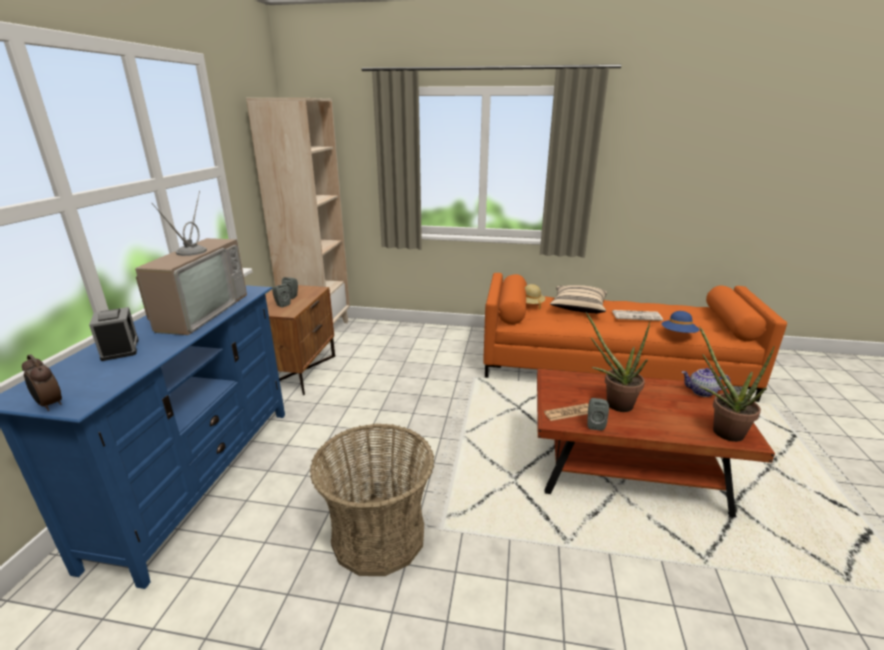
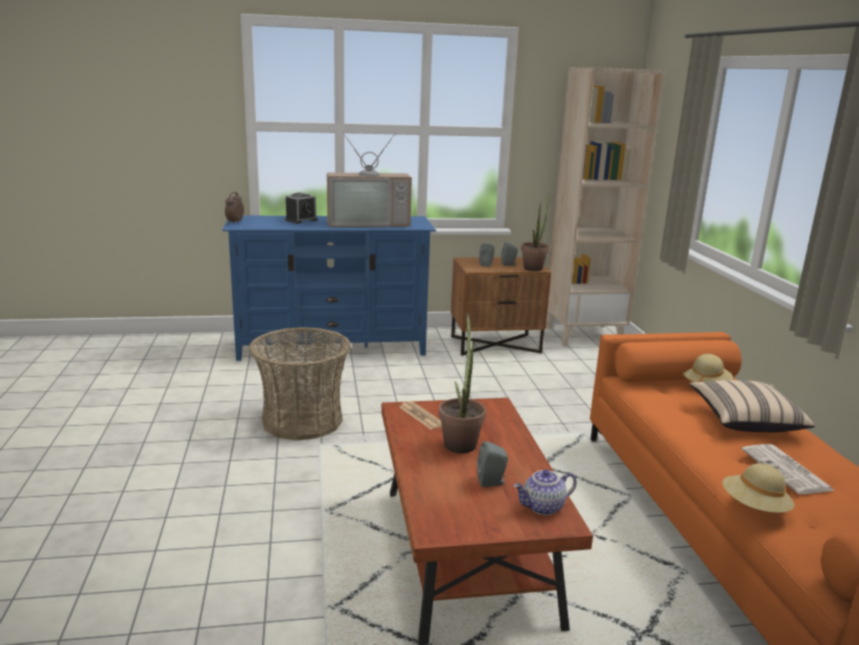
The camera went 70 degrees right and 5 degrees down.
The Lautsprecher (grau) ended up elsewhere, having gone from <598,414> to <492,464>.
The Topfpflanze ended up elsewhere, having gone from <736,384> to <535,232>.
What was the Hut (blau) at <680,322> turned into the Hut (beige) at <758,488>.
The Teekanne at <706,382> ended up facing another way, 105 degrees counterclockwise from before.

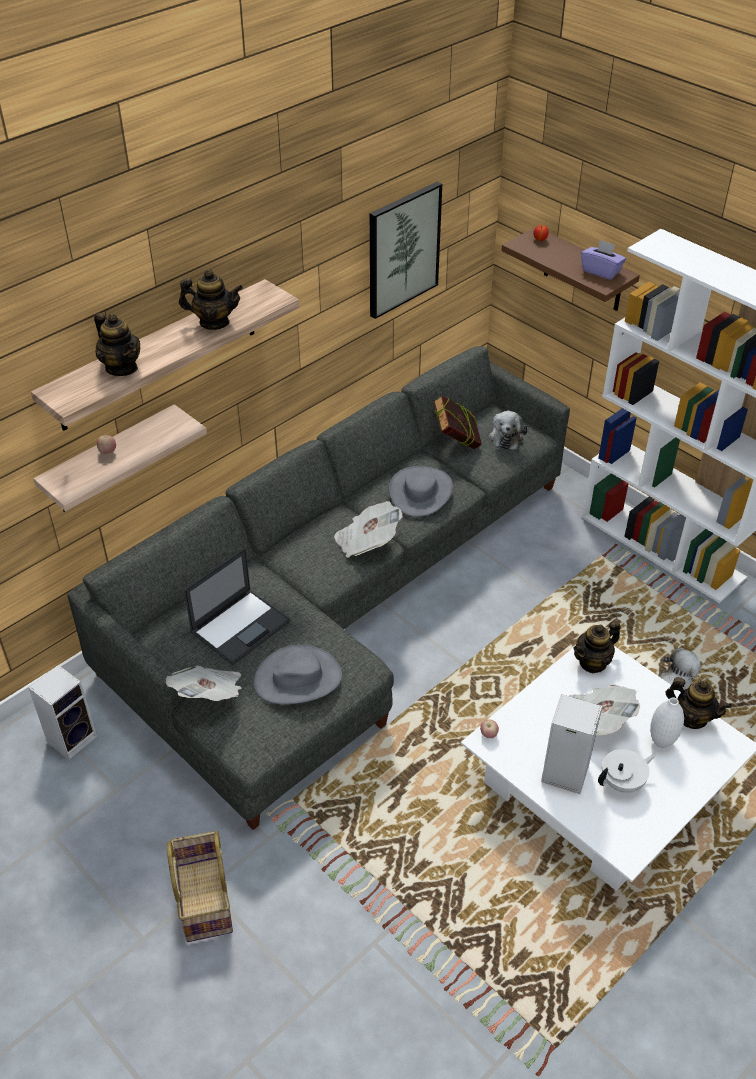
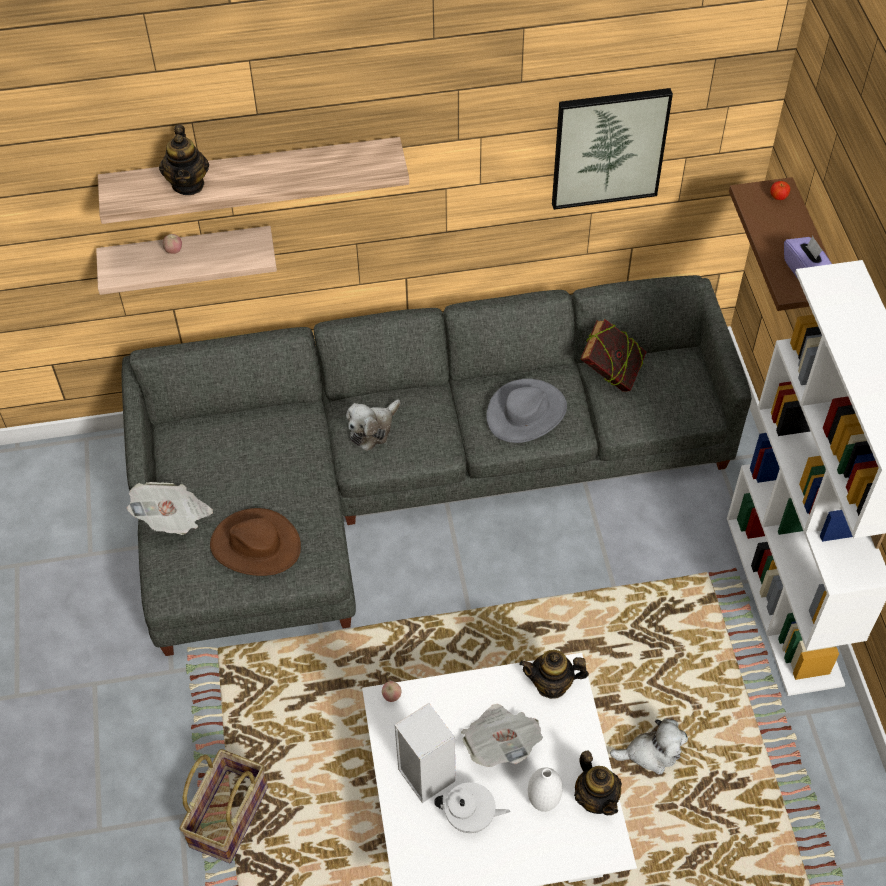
The camera went 35 degrees right and 10 degrees up.
The second view lost the Lautsprecher at <62,712>.
The second view lost the Teekanne at <211,299>.
The second view lost the Laptop at <237,607>.
The second view lost the Zeitung at <368,529>.
The Korb ended up elsewhere, having gone from <200,886> to <223,806>.
The Plüschtier ended up elsewhere, having gone from <507,430> to <373,425>.
What was the Hut (grau) at <298,674> turned into the Hut (braun) at <255,542>.

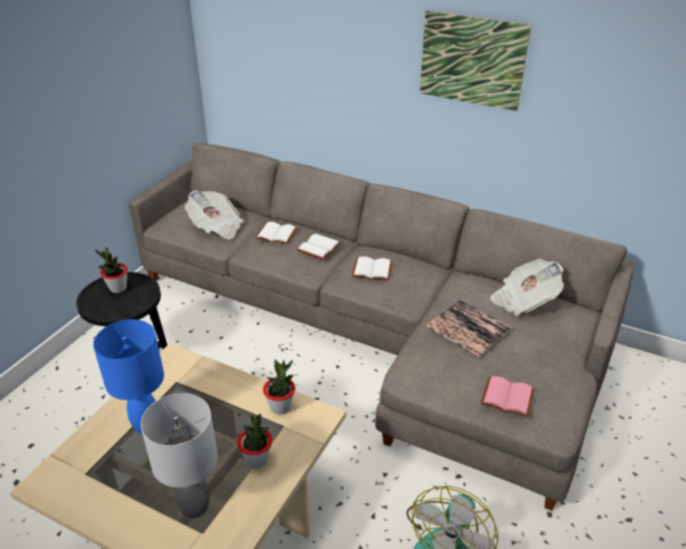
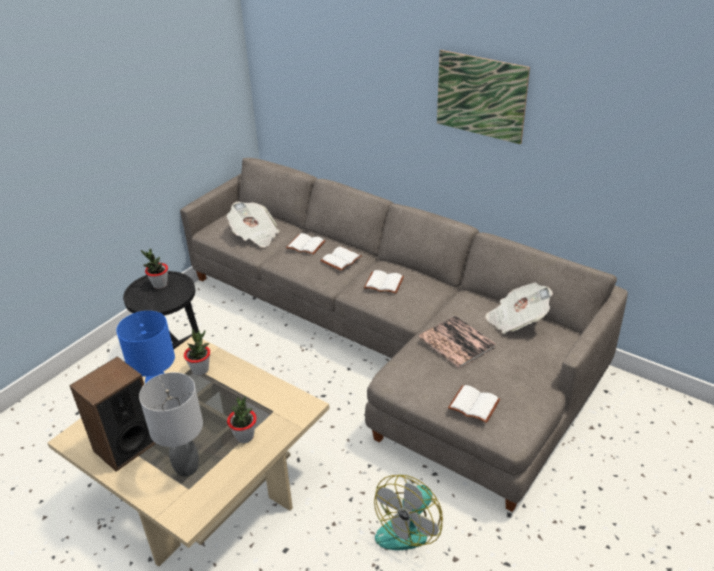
The camera went 10 degrees right and 0 degrees up.
The second view gained the Lautsprecher at <112,414>.
The Topfpflanze ended up elsewhere, having gone from <279,387> to <197,352>.
What was the Buch (rosa) at <507,396> turned into the Buch (weiß) at <474,404>.

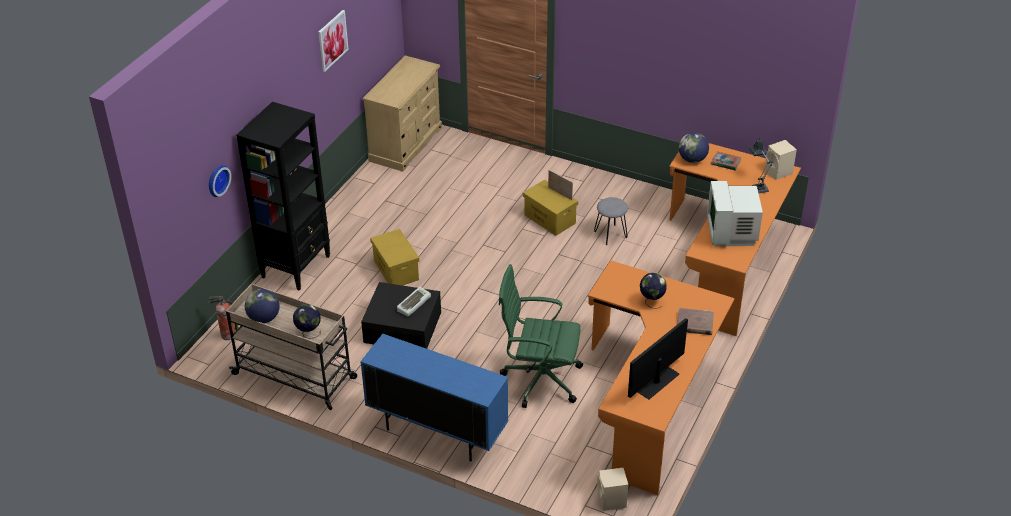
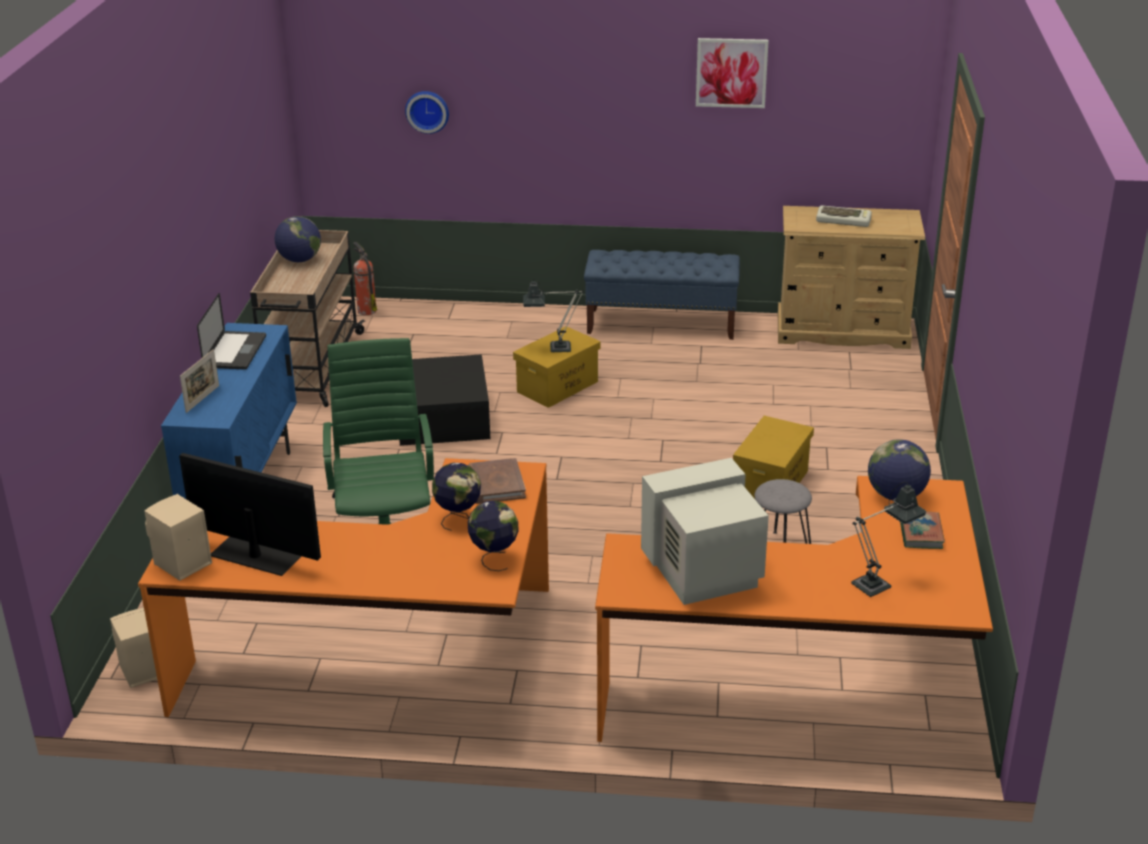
The camera went 70 degrees right and 10 degrees down.
The second view lost the Bücherregal (schwarz) at <283,196>.
The second view gained the Laptop at <231,331>.
The second view gained the Tischlampe at <553,316>.
The second view gained the Bank (blau) at <662,295>.
The Globus ended up elsewhere, having gone from <307,321> to <493,536>.
The Tastatur ended up elsewhere, having gone from <414,302> to <844,216>.
The Bilderrahmen ended up elsewhere, having gone from <560,185> to <199,381>.
The Buch (braun) ended up elsewhere, having gone from <695,321> to <497,481>.
The Lautsprecher (beige) ended up elsewhere, having gone from <781,160> to <178,537>.

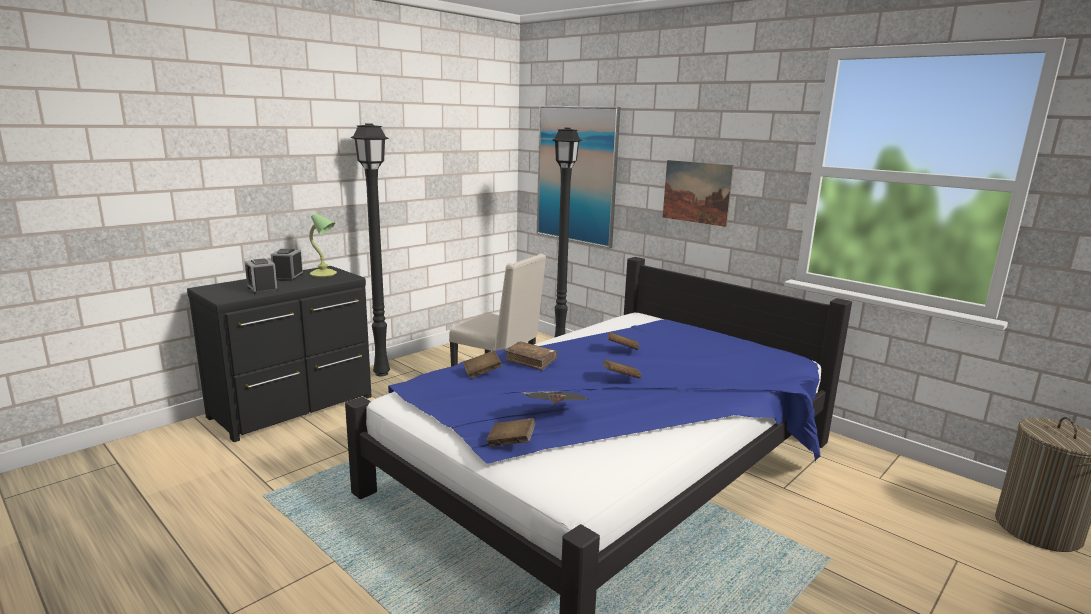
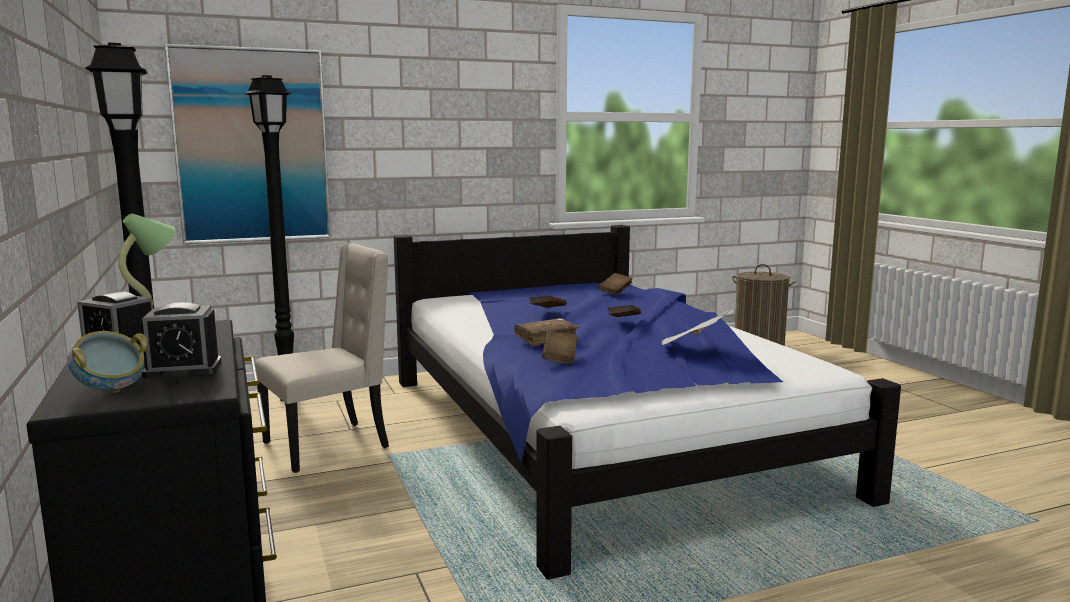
The camera went 65 degrees left and 5 degrees down.
The second view lost the Bild at <698,193>.
The second view gained the Schüssel at <107,362>.
The Buch (braun) ended up elsewhere, having gone from <511,432> to <615,284>.

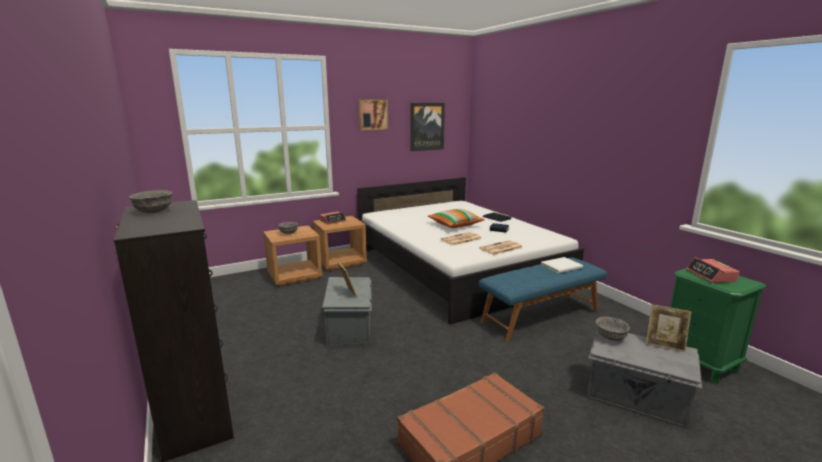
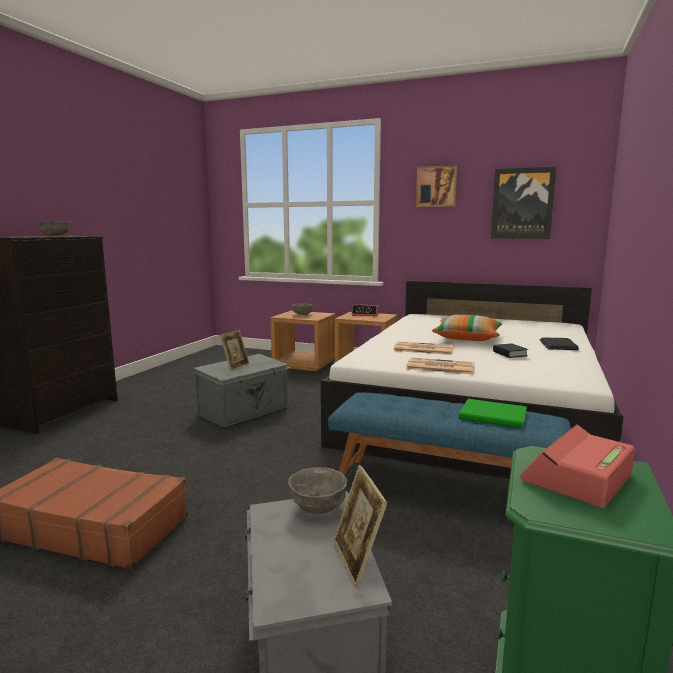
The camera went 50 degrees right and 5 degrees down.
What was the Buch (weiß) at <562,265> turned into the Buch (grün) at <493,413>.

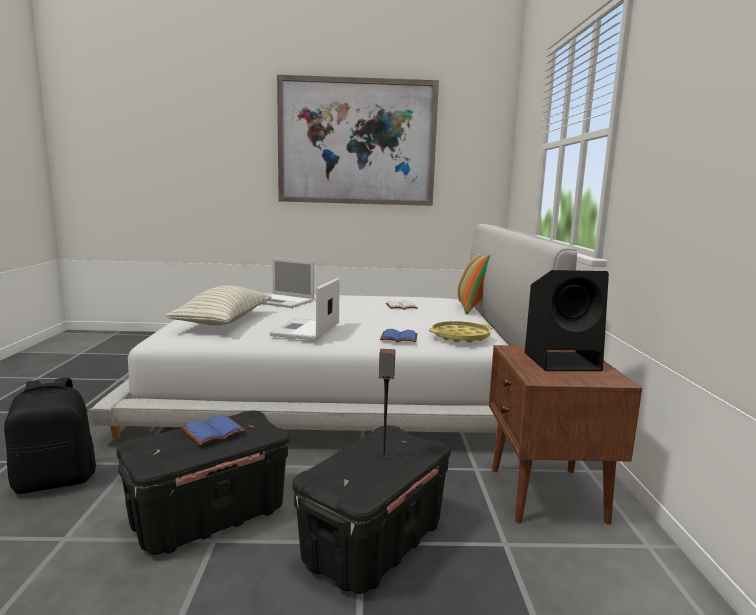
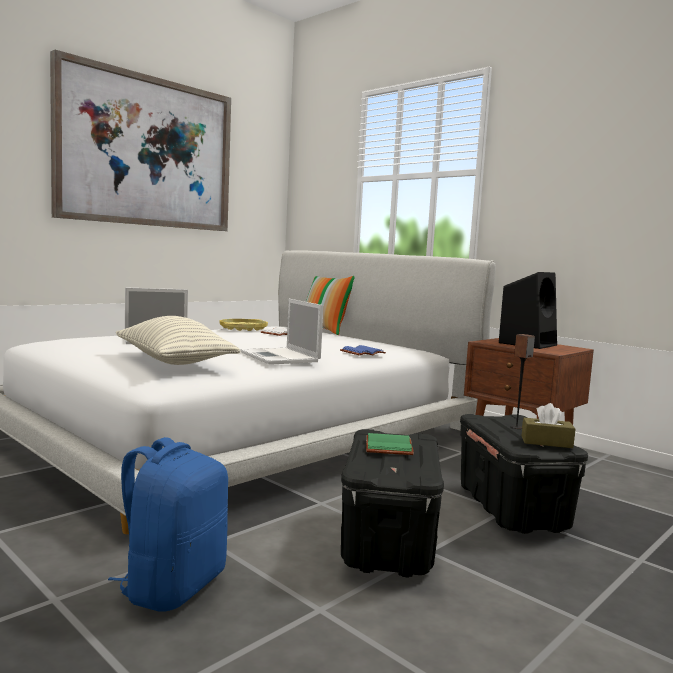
The camera went 45 degrees left and 5 degrees down.
The second view gained the Taschentuchbox (braun) at <548,425>.
The Tablett (gelb) ended up elsewhere, having gone from <460,332> to <243,325>.
What was the Rucksack (schwarz) at <50,436> turned into the Rucksack (blau) at <168,524>.
What was the Buch (blau) at <214,430> turned into the Buch (grün) at <390,444>.

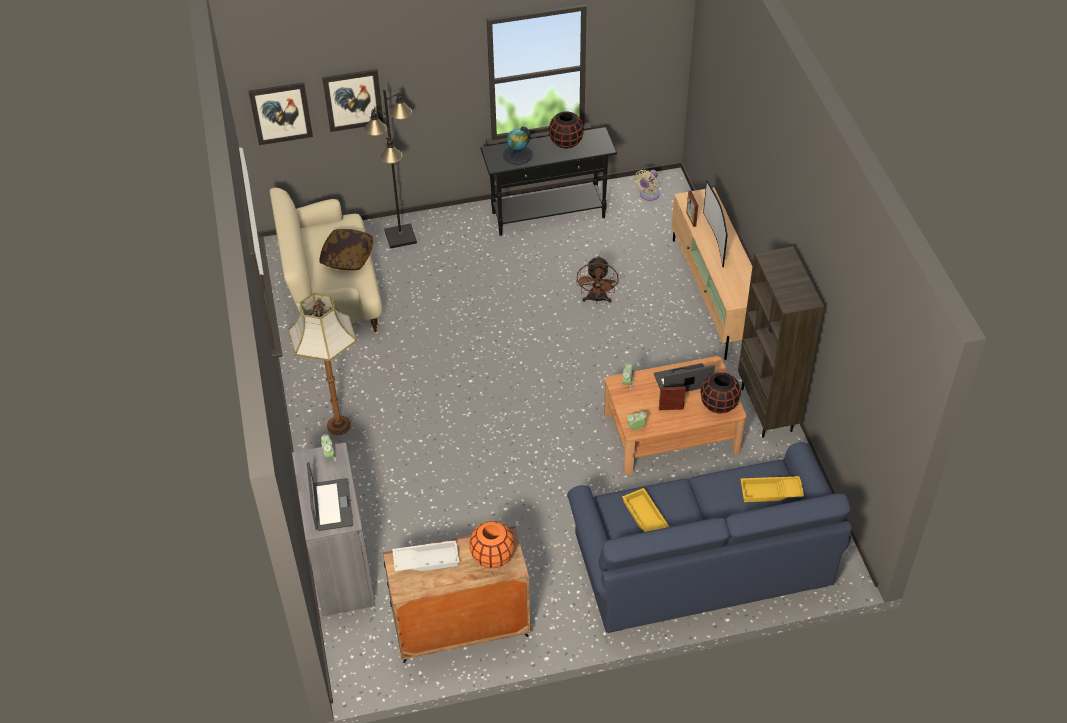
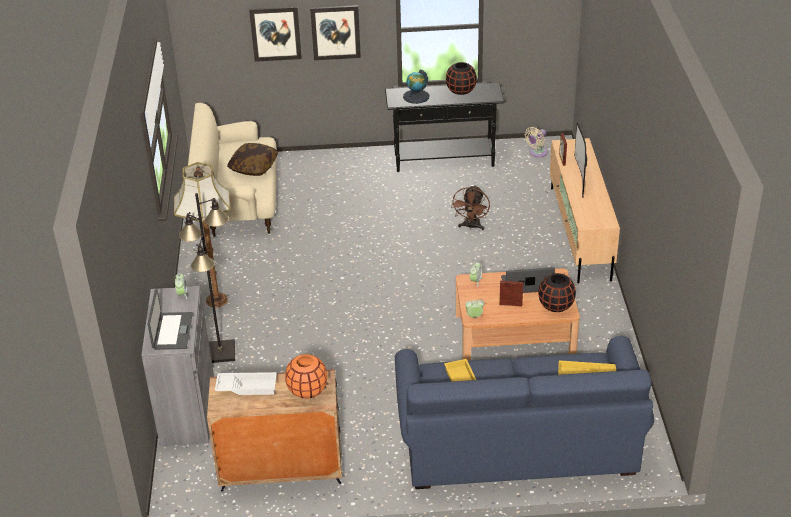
The camera went 10 degrees right and 10 degrees down.
The second view lost the Bücherregal (braun) at <781,342>.
The Bild ended up elsewhere, having gone from <281,113> to <335,32>.
The Stehlampe (schwarz) ended up elsewhere, having gone from <390,169> to <207,278>.

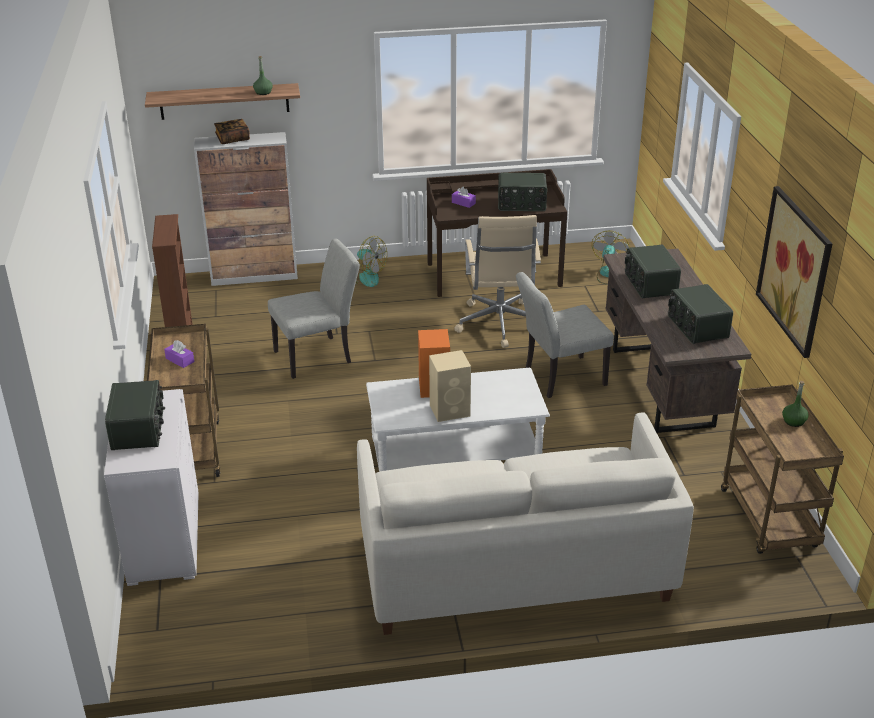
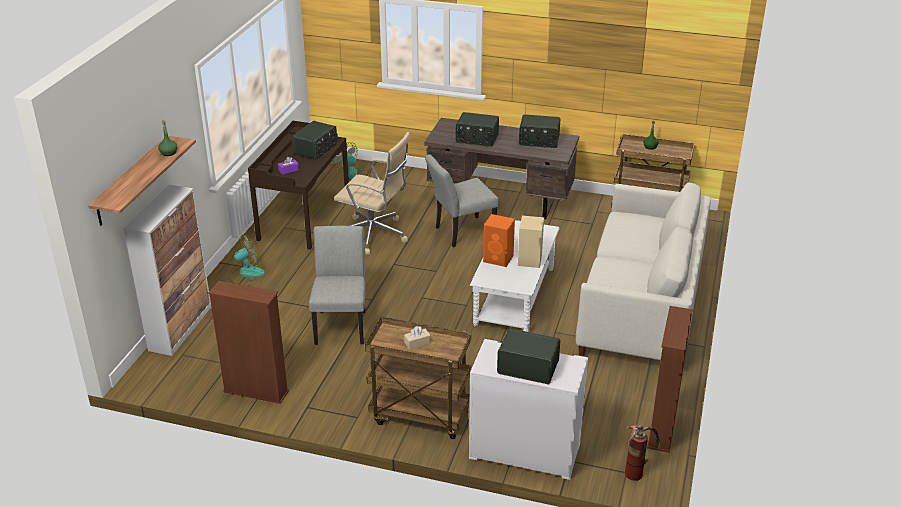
The camera went 65 degrees left and 0 degrees up.
The second view lost the Buch at <232,131>.
The second view lost the Bild at <794,272>.
The second view gained the Feuerlöscher at <643,453>.
The second view gained the Bücherregal (braun) at <669,379>.
What was the Taschentuchbox (lila) at <179,354> turned into the Taschentuchbox (beige) at <417,337>.
The Stuhl (grau) at <565,335> ended up facing another way, 60 degrees clockwise from before.

